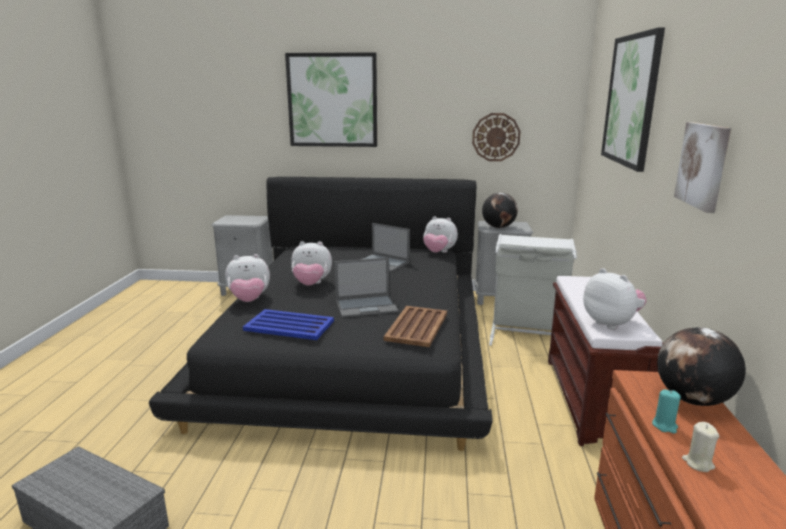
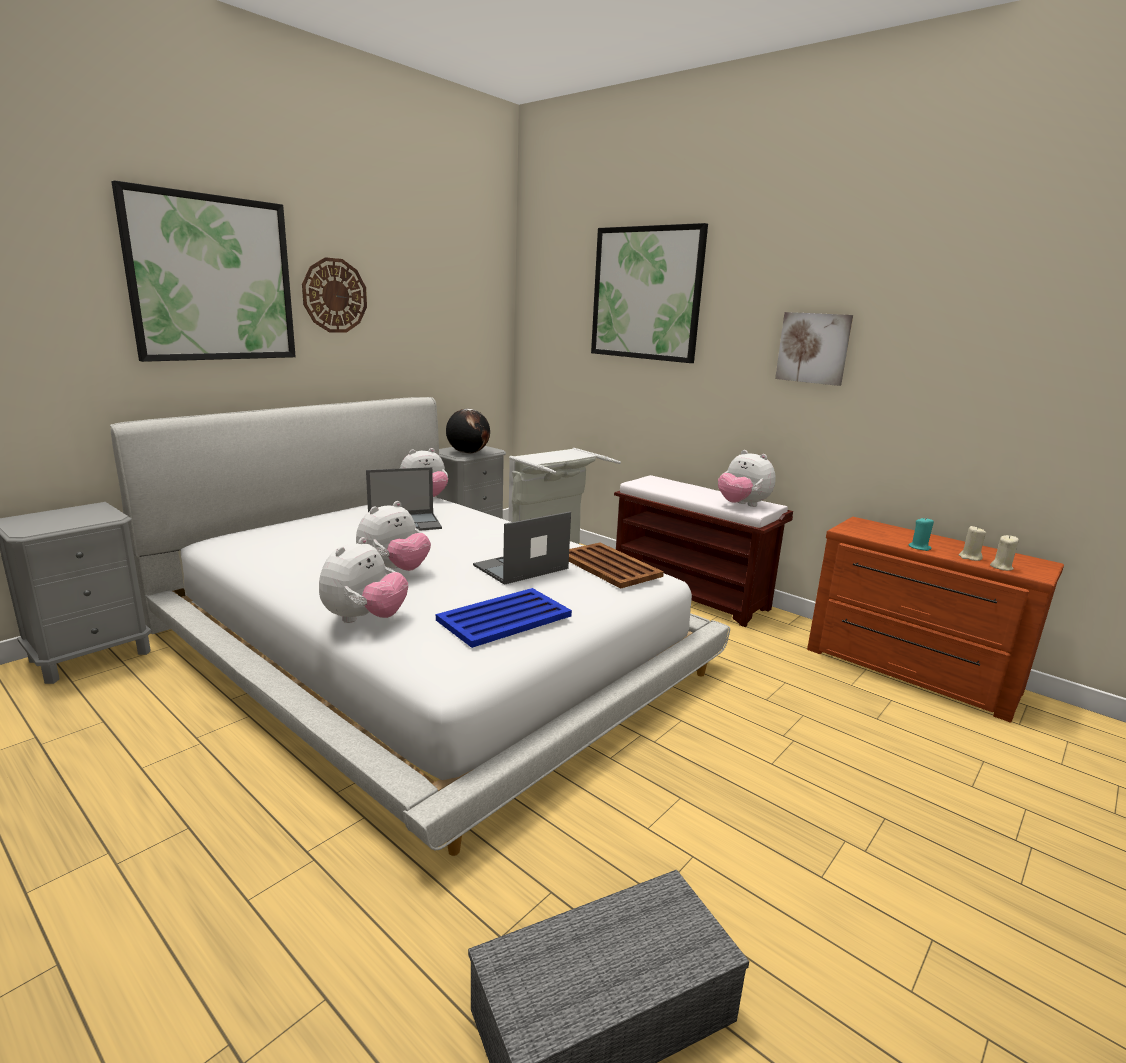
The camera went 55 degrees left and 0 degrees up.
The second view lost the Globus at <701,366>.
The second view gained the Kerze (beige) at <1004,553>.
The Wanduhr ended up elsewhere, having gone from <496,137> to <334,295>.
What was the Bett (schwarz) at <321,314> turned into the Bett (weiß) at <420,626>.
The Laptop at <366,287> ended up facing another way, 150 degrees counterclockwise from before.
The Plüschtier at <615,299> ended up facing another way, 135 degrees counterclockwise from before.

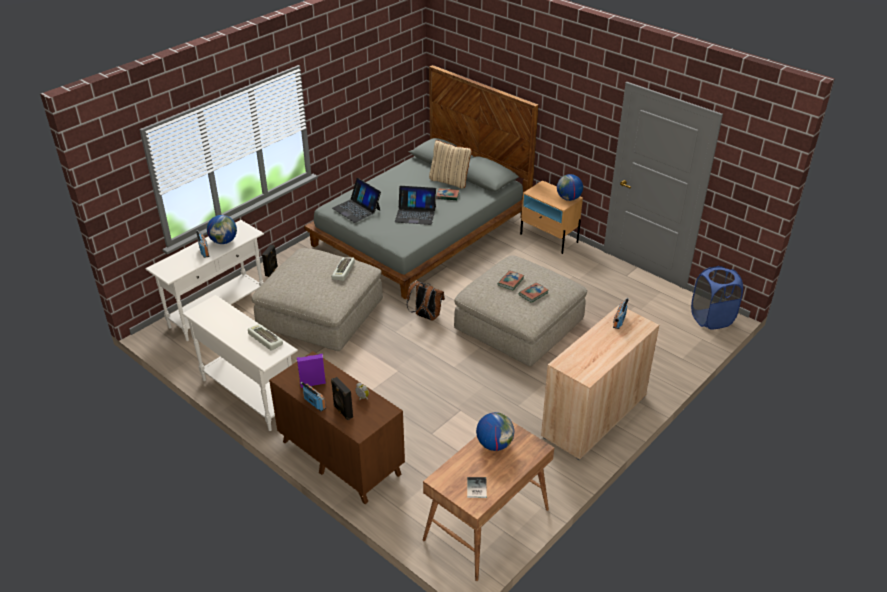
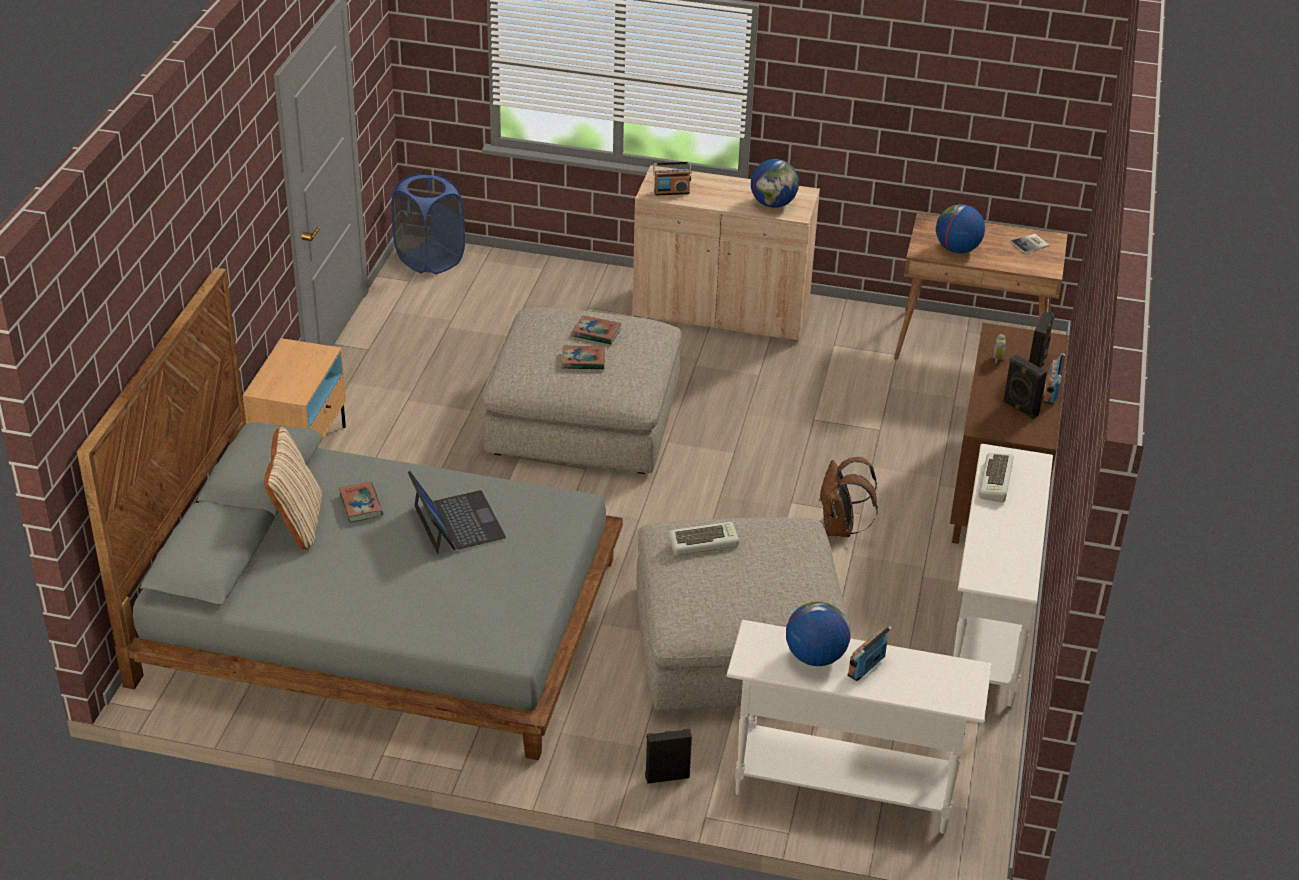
The camera went 120 degrees left and 0 degrees up.
The second view lost the Laptop at <356,200>.
The Rucksack (braun) ended up elsewhere, having gone from <426,300> to <848,497>.
The Globus ended up elsewhere, having gone from <570,187> to <775,183>.
What was the Lautsprecher (lila) at <311,371> turned into the Lautsprecher (schwarz) at <1025,387>.

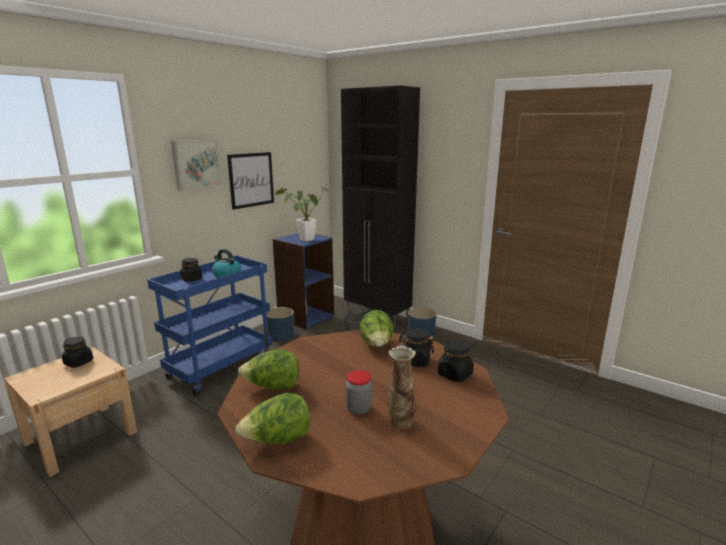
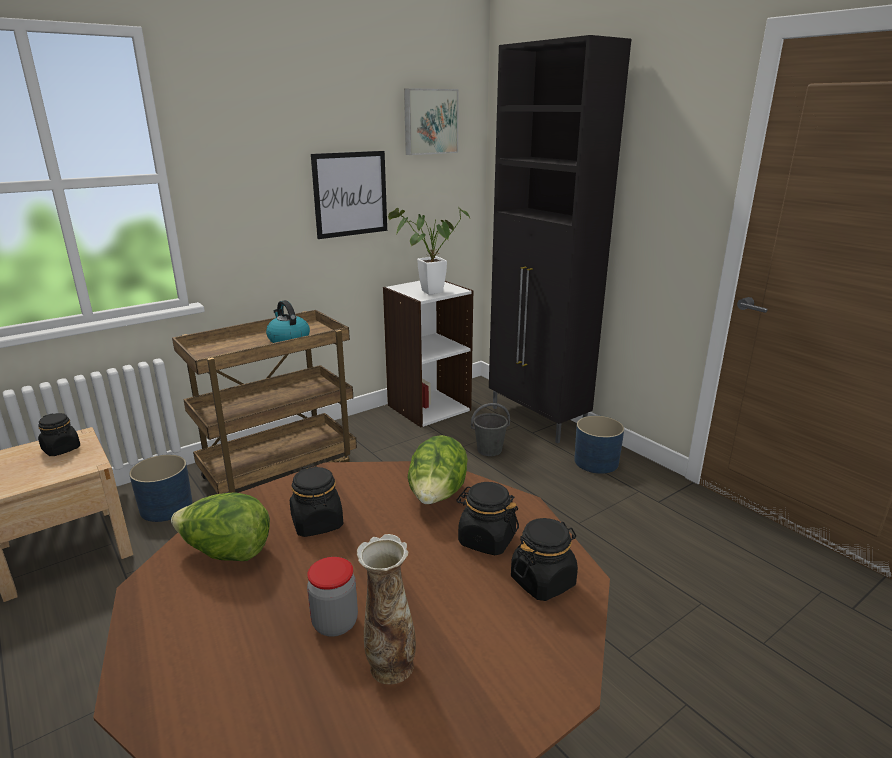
The camera went 15 degrees right and 5 degrees up.
The second view lost the Salatkopf at <273,418>.
The Bild ended up elsewhere, having gone from <196,165> to <431,121>.
The Vorratsglas (schwarz) ended up elsewhere, having gone from <191,270> to <316,501>.
The Pflanzkübel (blau) ended up elsewhere, having gone from <280,324> to <160,488>.
What was the Rollwagen (blau) at <209,326> turned into the Rollwagen (braun) at <264,402>.
What was the Bücherregal (blau) at <303,281> turned into the Bücherregal (weiß) at <428,354>.

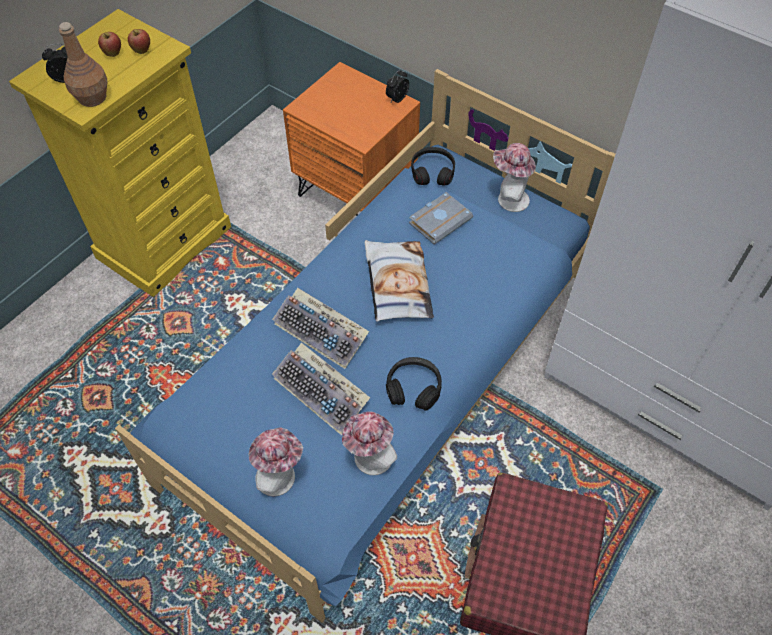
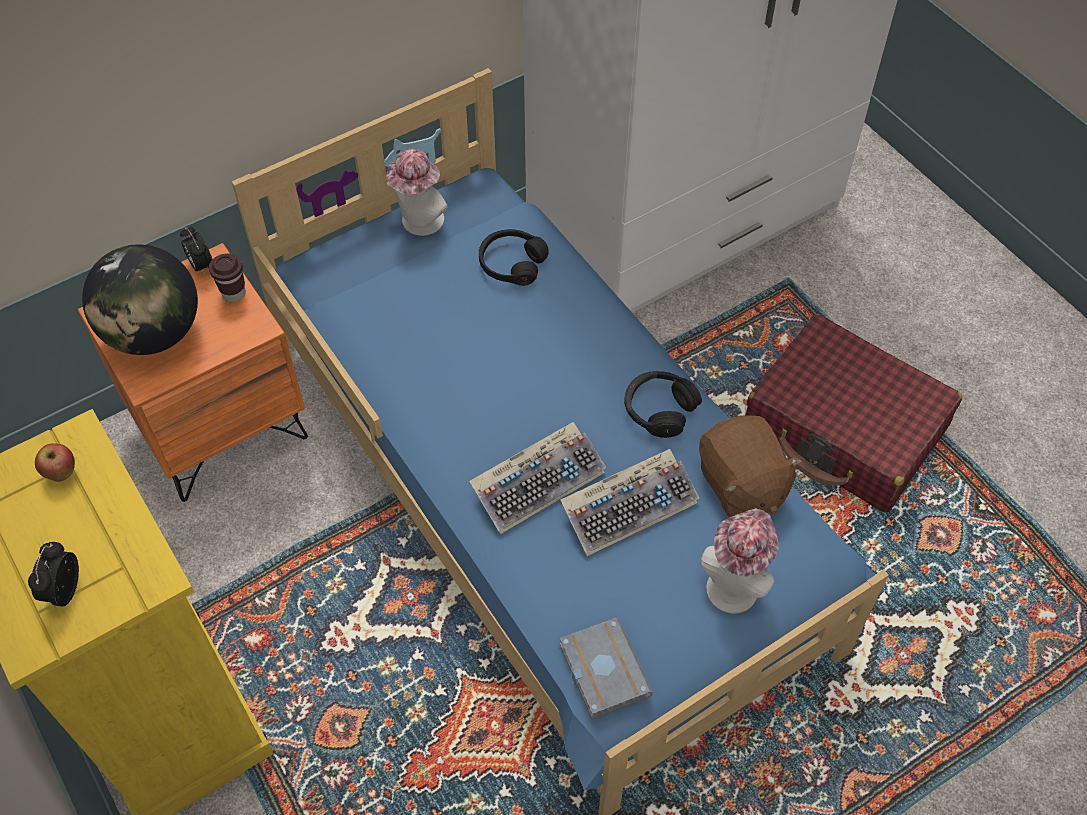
The camera went 70 degrees left and 0 degrees up.
The second view lost the Flasche (braun) at <83,64>.
The second view lost the Apfel at <109,44>.
The second view lost the Kissen at <399,281>.
The second view gained the Globus at <140,299>.
The second view gained the Tasse (braun) at <227,277>.
The Buch (grau) ended up elsewhere, having gone from <441,218> to <606,668>.
The Kopfhörer (schwarz) ended up elsewhere, having gone from <433,166> to <514,257>.
Where the Hut stood at <369,443>, the Plüschtier (braun) came to stand at <750,466>.

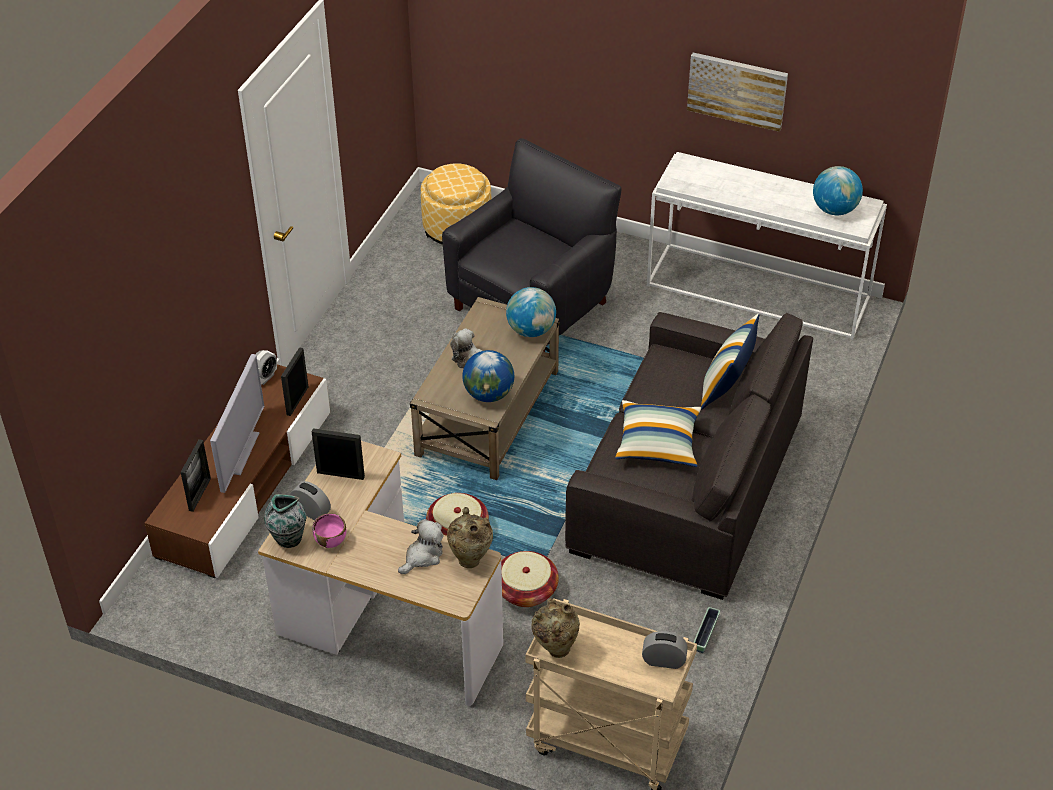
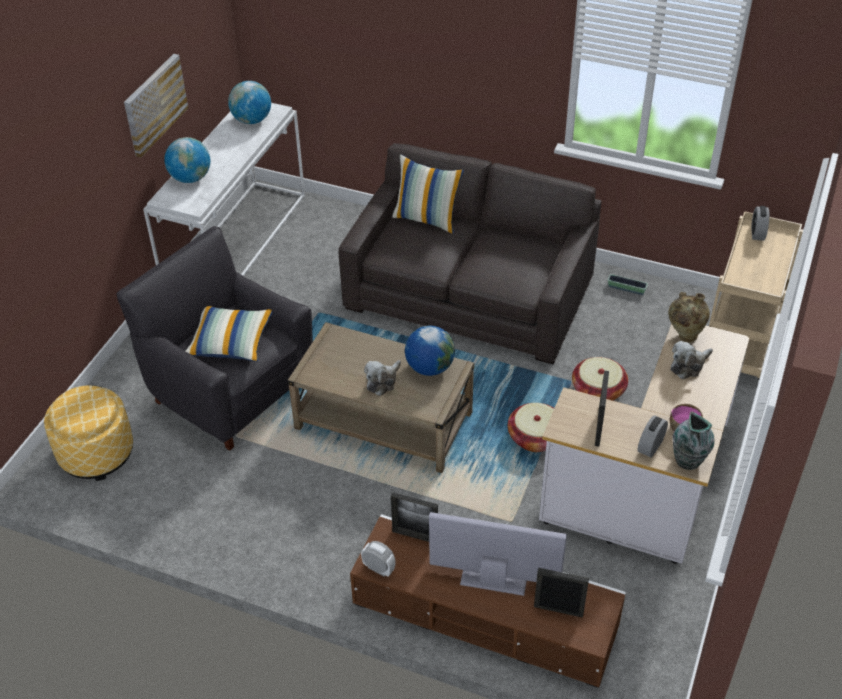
The camera went 90 degrees left and 0 degrees up.
The second view lost the Vase (beige) at <555,628>.
The Globus ended up elsewhere, having gone from <531,312> to <187,160>.
The Kissen ended up elsewhere, having gone from <658,433> to <229,334>.
The Plüschtier at <420,546> ended up facing another way, 75 degrees counterclockwise from before.

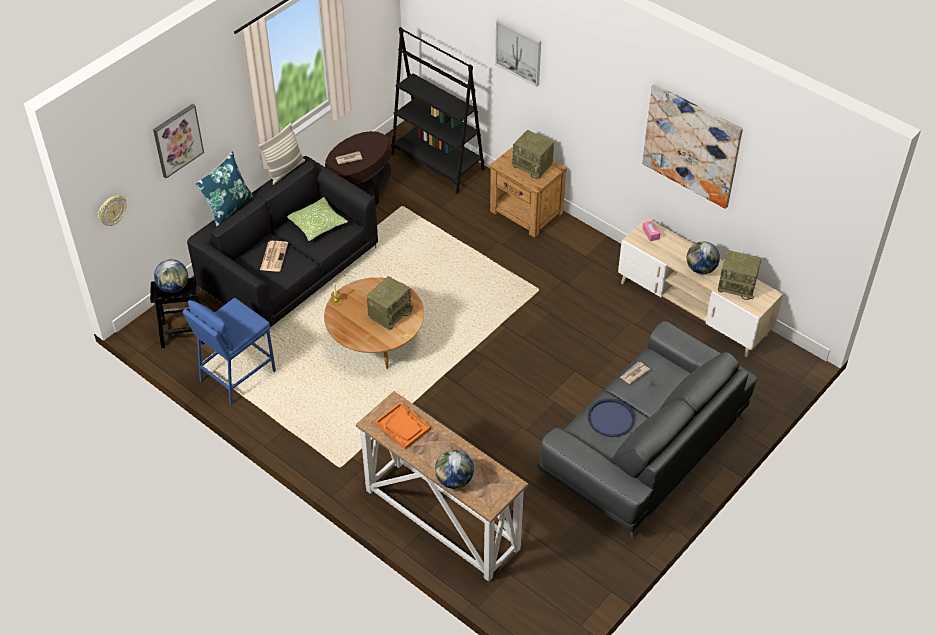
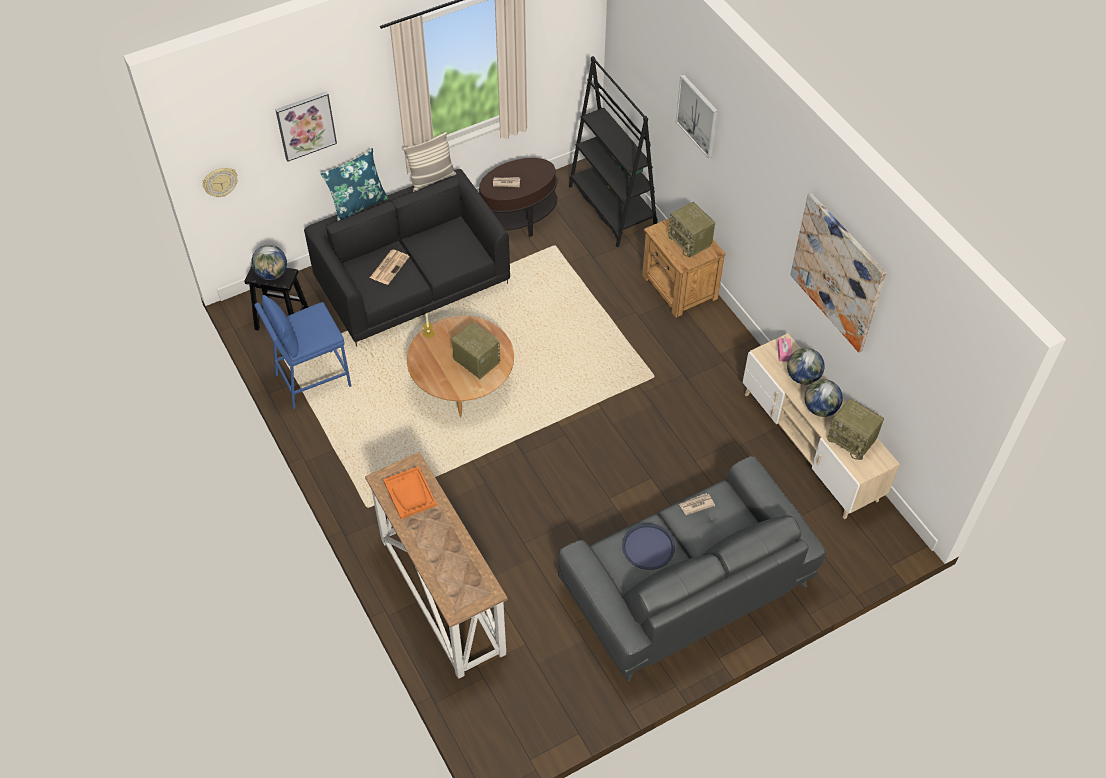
The camera went 20 degrees right and 5 degrees up.
The second view lost the Kissen at <317,219>.
The Globus ended up elsewhere, having gone from <454,469> to <806,366>.
The Radio at <389,303> ended up facing another way, 105 degrees counterclockwise from before.

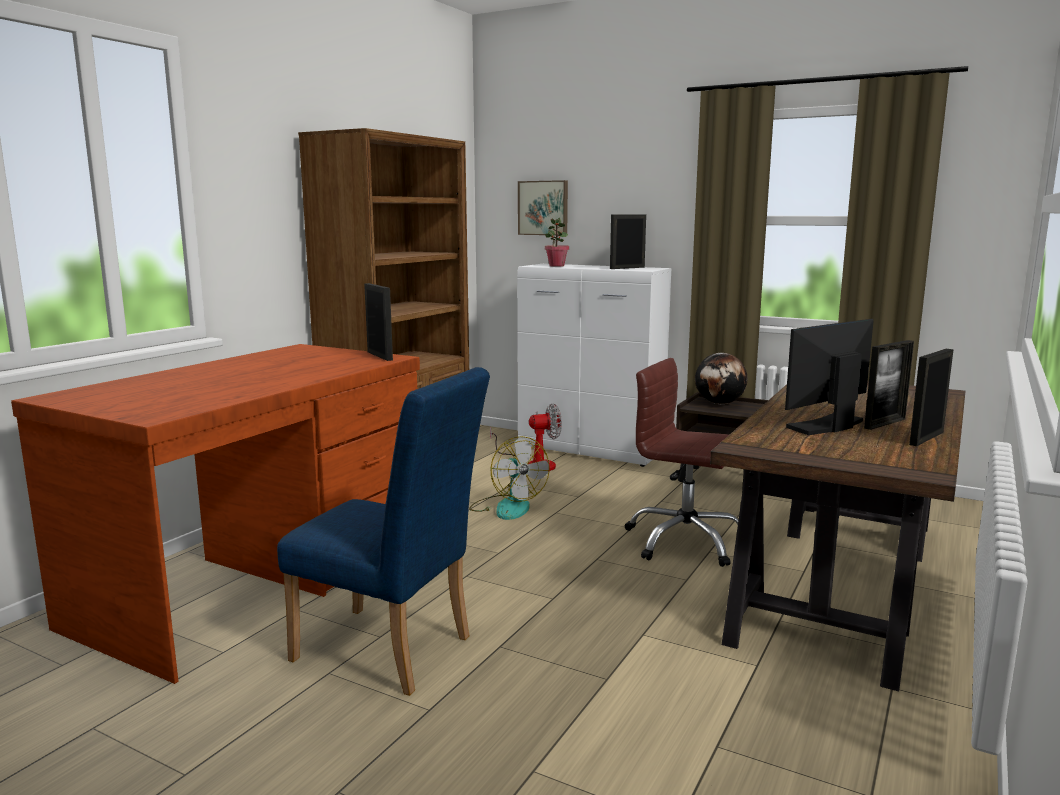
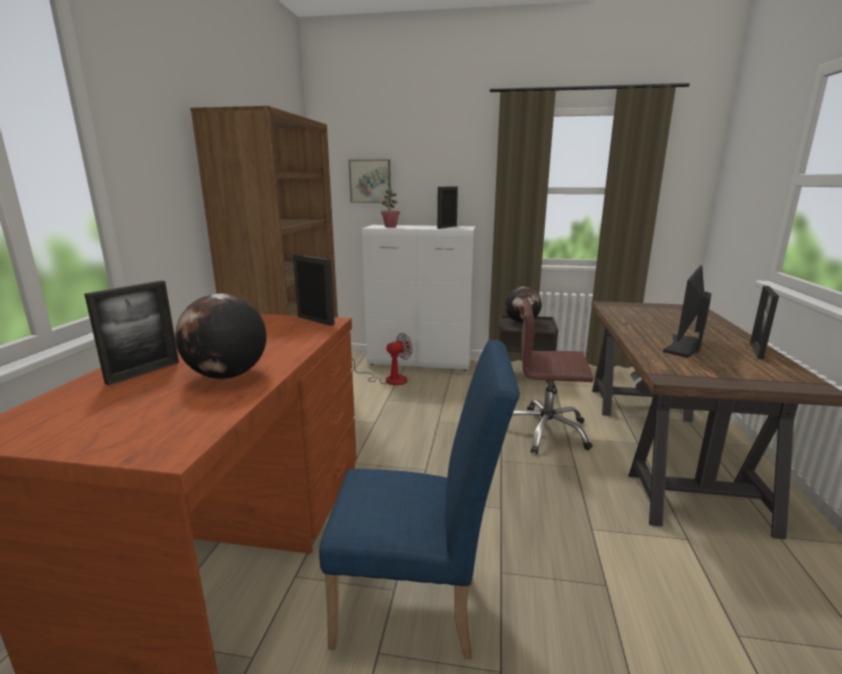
The camera went 20 degrees left and 5 degrees up.
The second view lost the Ventilator at <509,478>.
The second view gained the Globus at <221,336>.
The Bilderrahmen ended up elsewhere, having gone from <889,385> to <131,332>.

